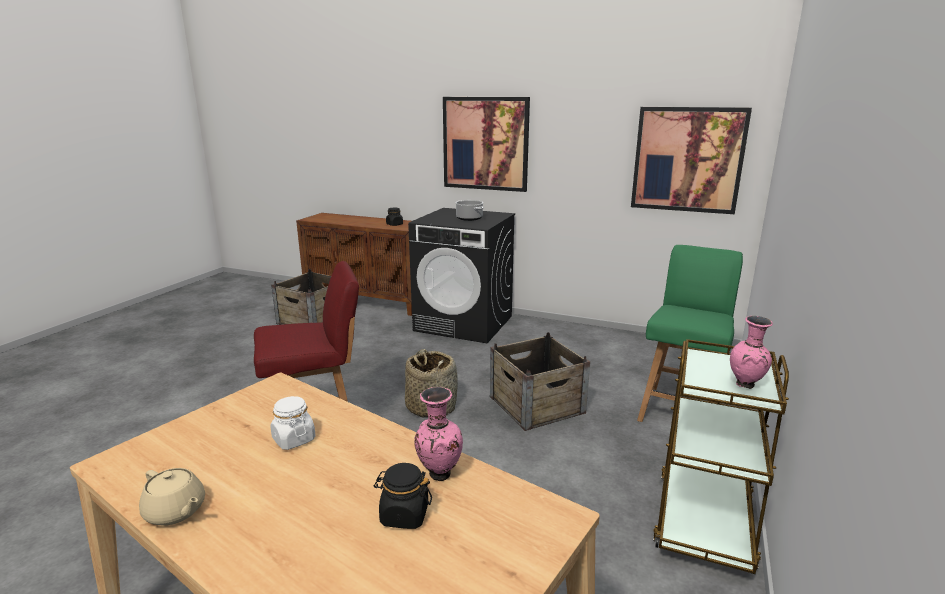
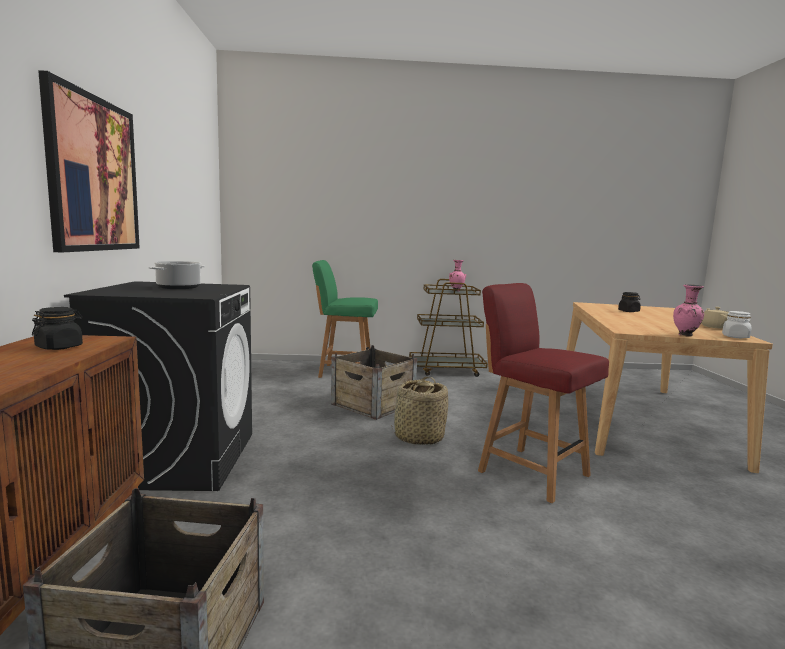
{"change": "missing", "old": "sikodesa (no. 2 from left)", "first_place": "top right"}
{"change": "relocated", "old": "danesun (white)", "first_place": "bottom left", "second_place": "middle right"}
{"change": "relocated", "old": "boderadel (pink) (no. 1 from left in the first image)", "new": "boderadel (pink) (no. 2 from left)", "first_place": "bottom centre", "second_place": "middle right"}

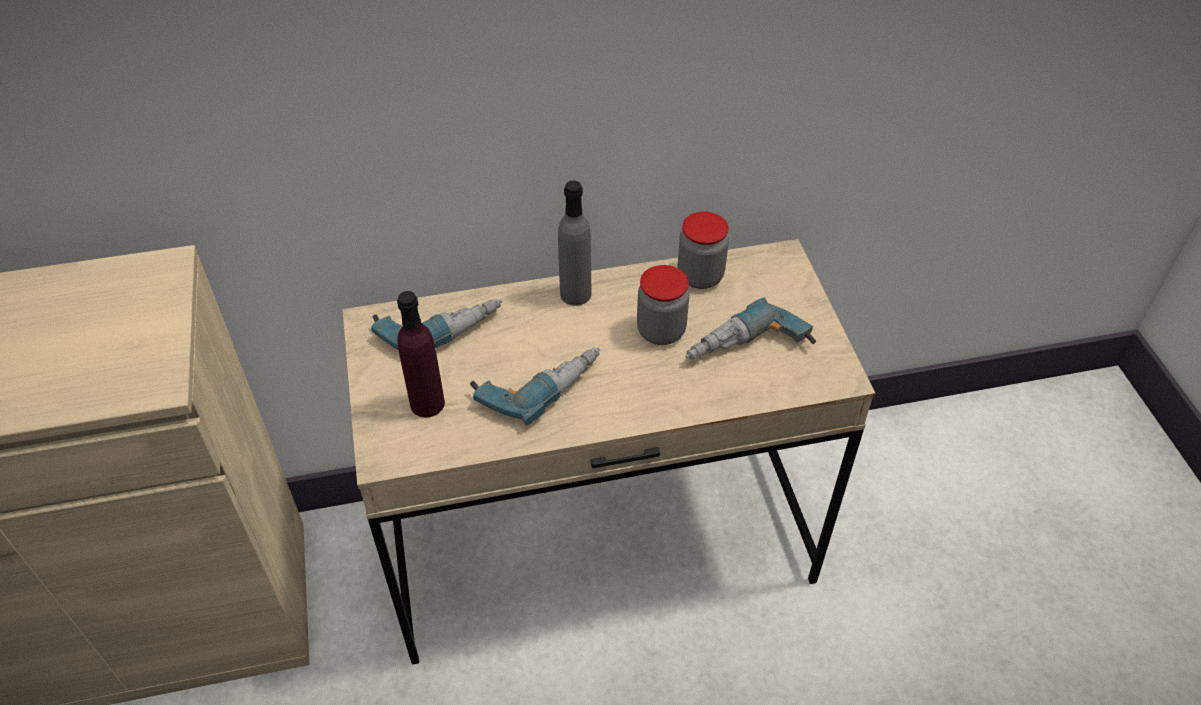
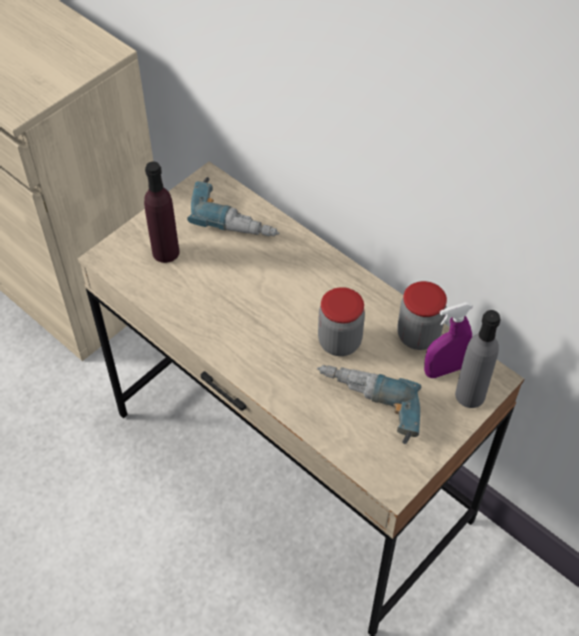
{"change": "missing", "old": "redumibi (no. 2 from left)", "first_place": "centre"}
{"change": "appeared", "new": "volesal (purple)", "second_place": "middle right"}
{"change": "relocated", "old": "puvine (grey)", "first_place": "centre", "second_place": "middle right"}

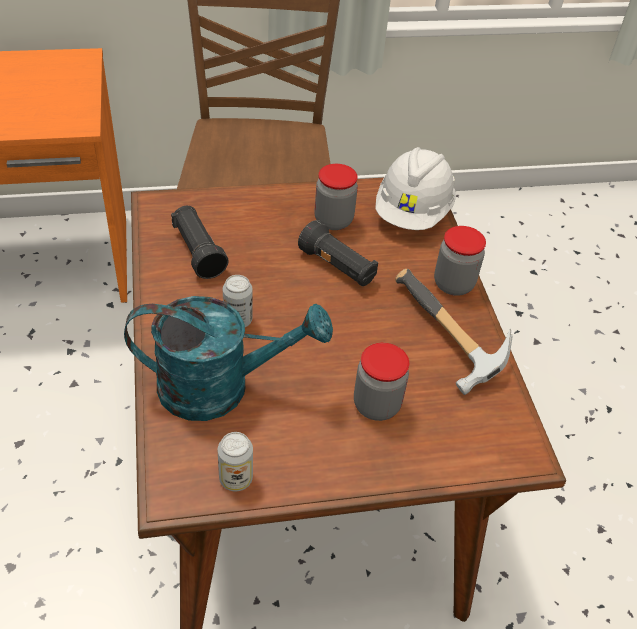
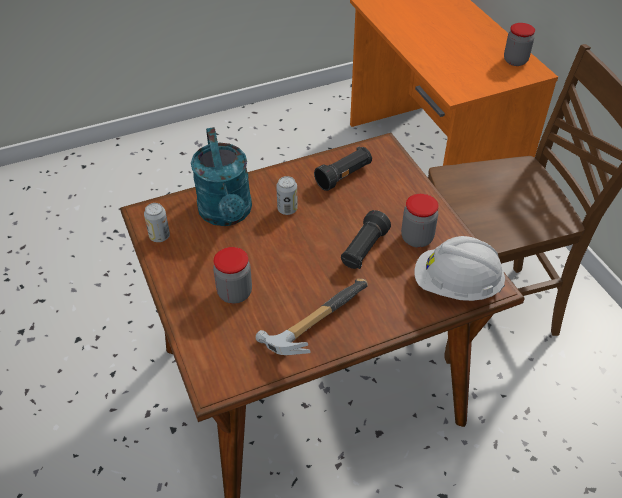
{"change": "relocated", "old": "danesun (no. 3 from left)", "first_place": "middle right", "second_place": "top right"}

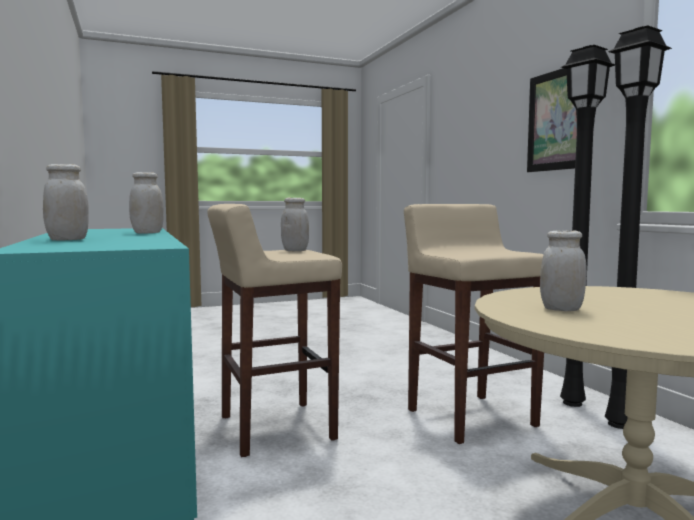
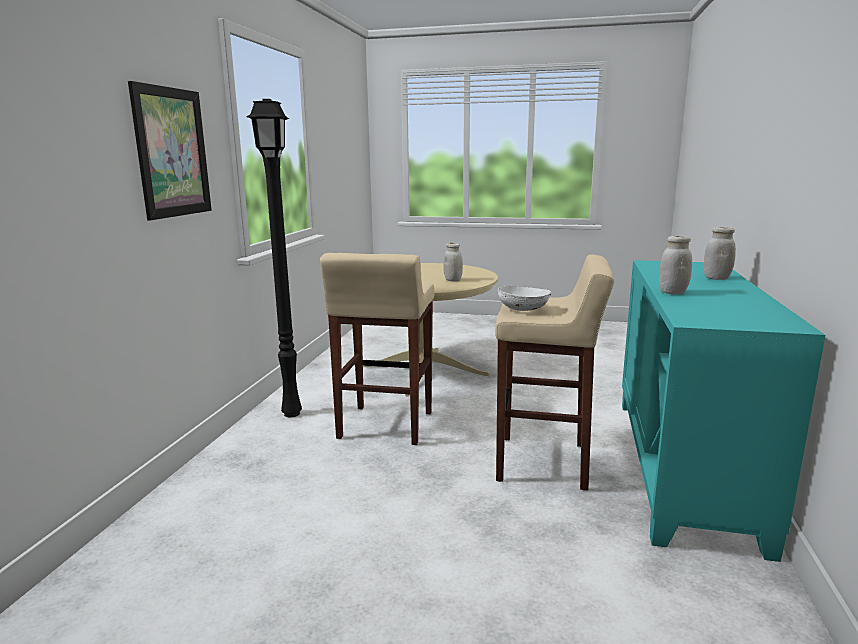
{"change": "missing", "old": "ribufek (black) (no. 2 from left)", "first_place": "middle right"}
{"change": "exchanged", "old": "danesun (white) (no. 3 from left)", "new": "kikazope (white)", "first_place": "centre", "second_place": "centre"}

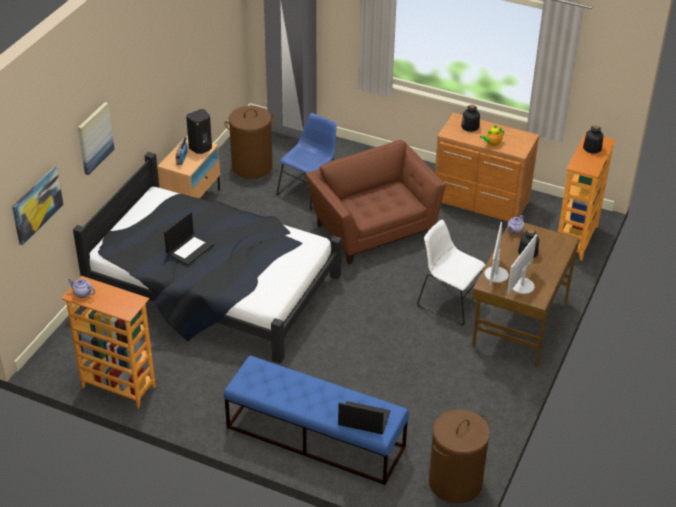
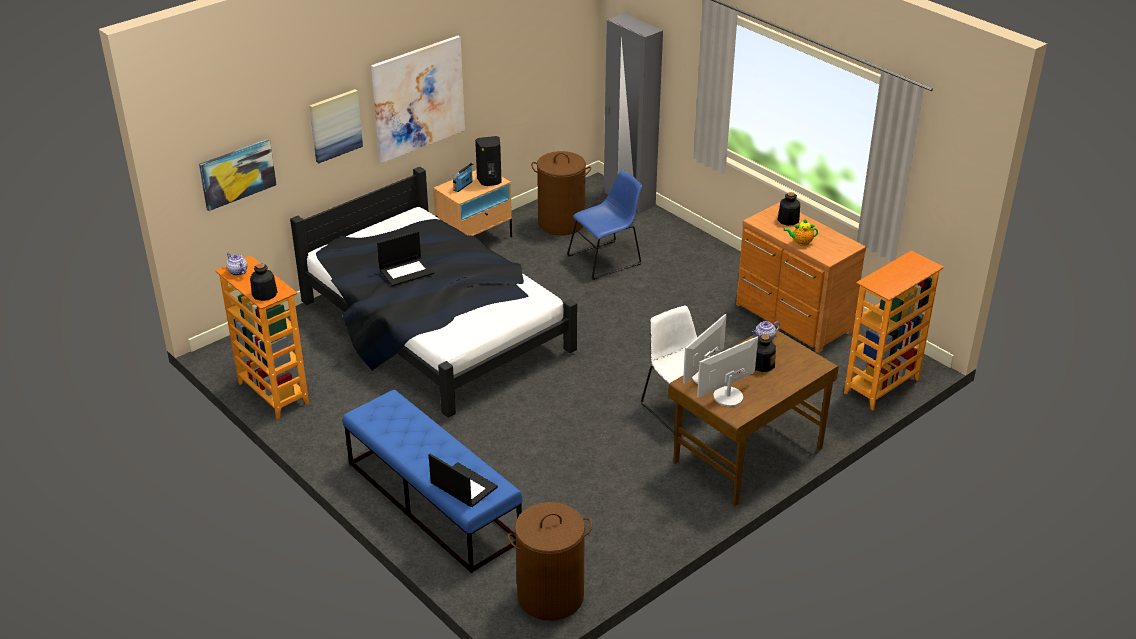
{"change": "missing", "old": "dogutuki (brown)", "first_place": "centre"}
{"change": "appeared", "new": "sikodesa (no. 3 from left)", "second_place": "top centre"}
{"change": "relocated", "old": "puvine (no. 3 from left in the first image)", "new": "puvine (no. 1 from left)", "first_place": "top right", "second_place": "middle left"}

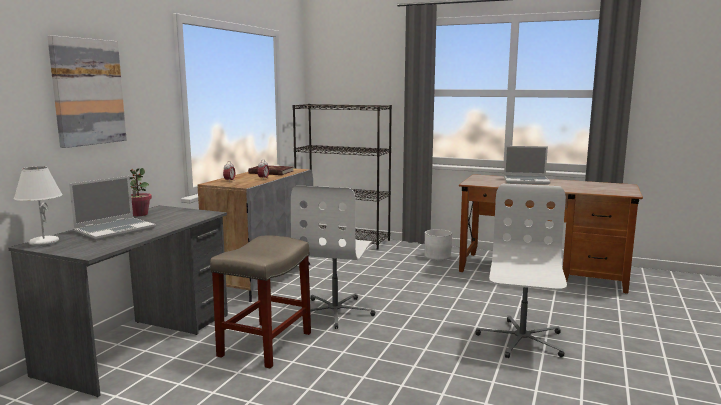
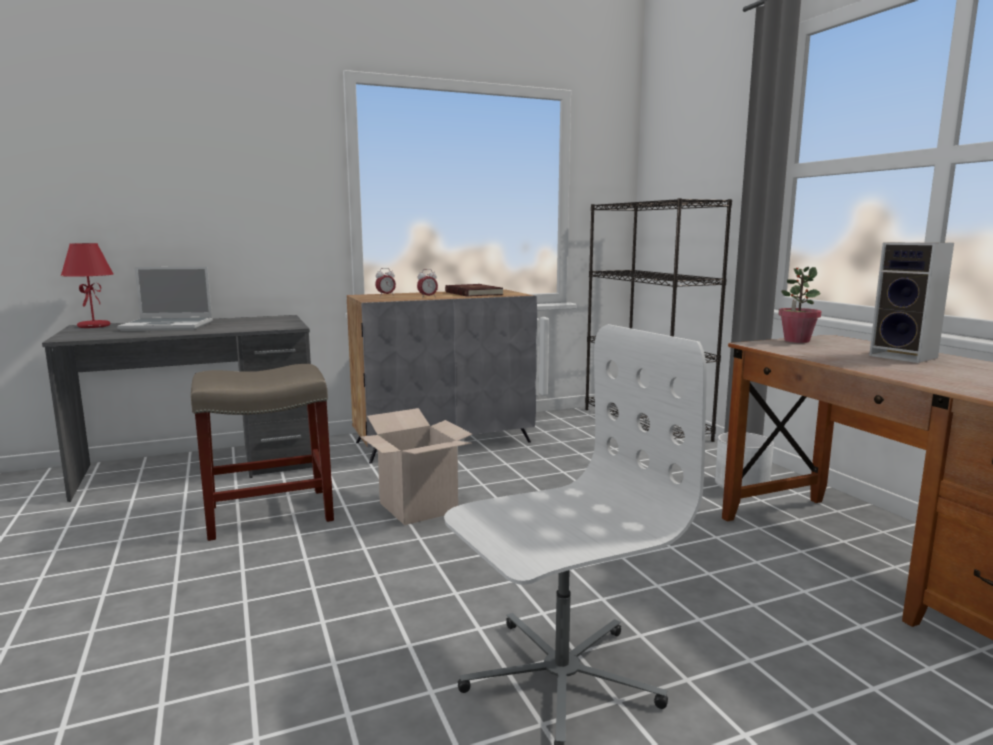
{"change": "missing", "old": "sikodesa", "first_place": "top left"}
{"change": "relocated", "old": "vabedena", "first_place": "middle left", "second_place": "middle right"}
{"change": "exchanged", "old": "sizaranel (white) (no. 1 from left)", "new": "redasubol", "first_place": "centre", "second_place": "centre"}
{"change": "exchanged", "old": "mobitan (no. 2 from left)", "new": "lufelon", "first_place": "middle right", "second_place": "middle right"}
{"change": "colour", "old": "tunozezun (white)", "new": "tunozezun (red)", "first_place": "middle left", "second_place": "middle left"}

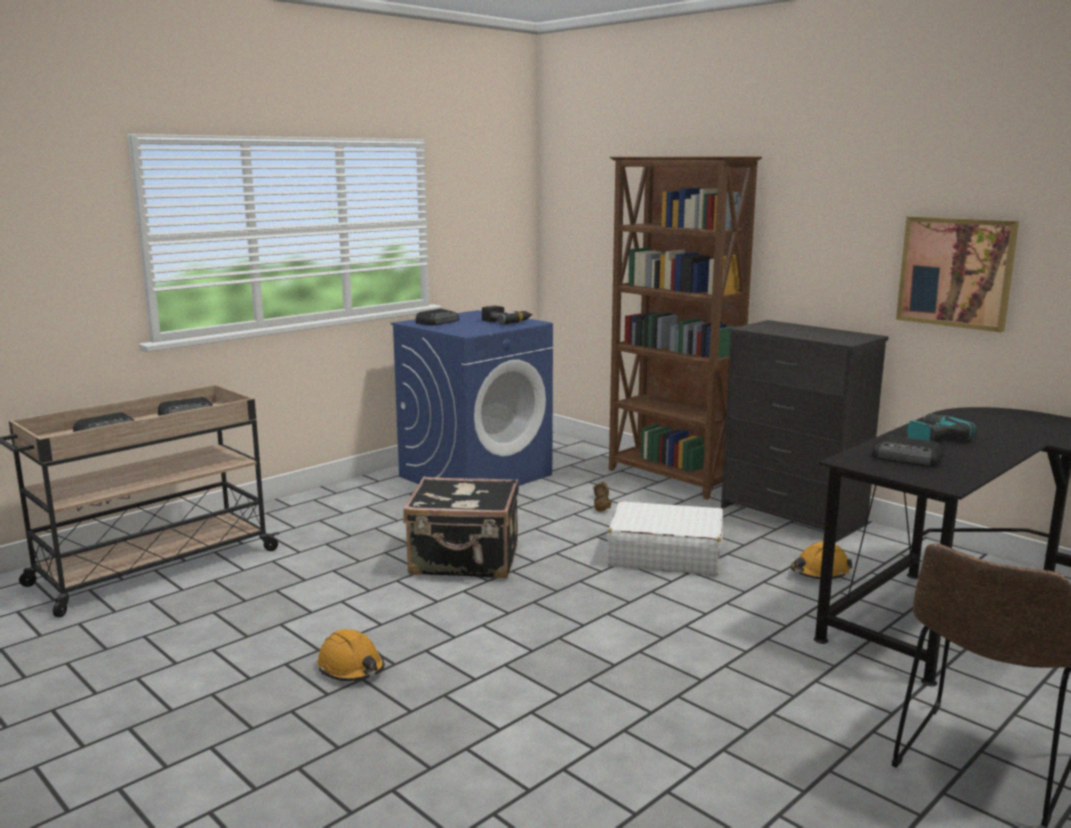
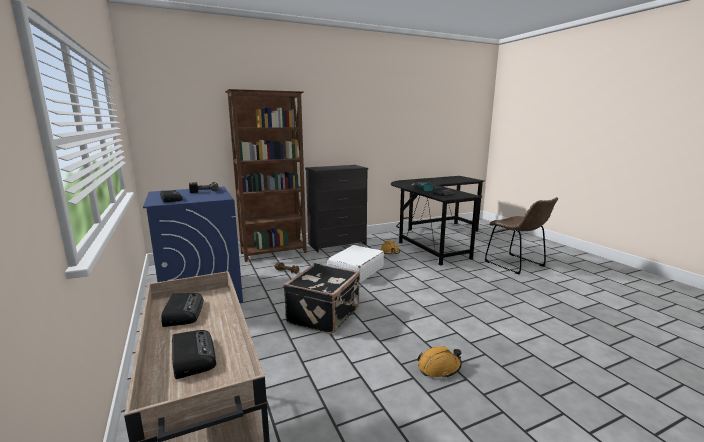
{"change": "missing", "old": "sikodesa", "first_place": "top right"}

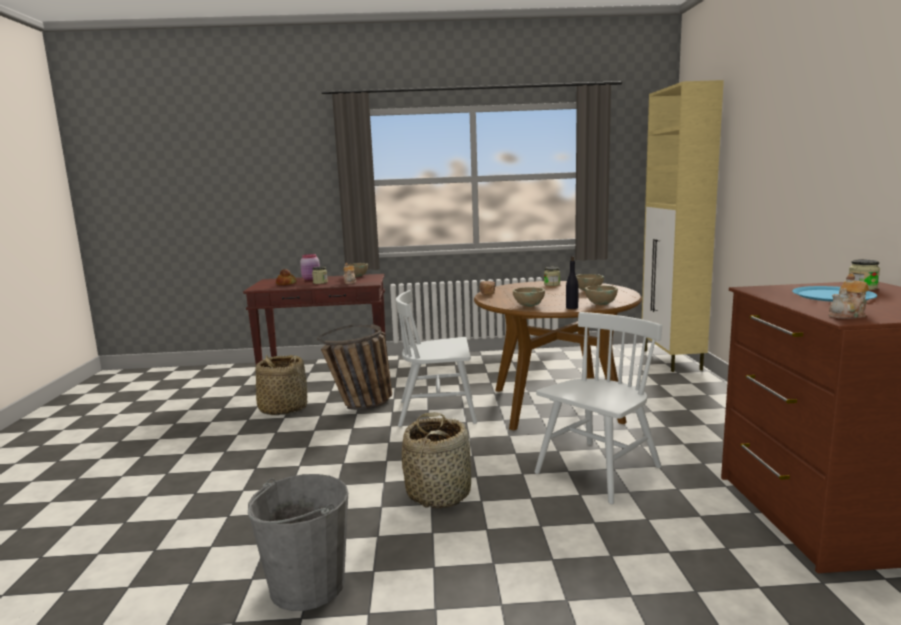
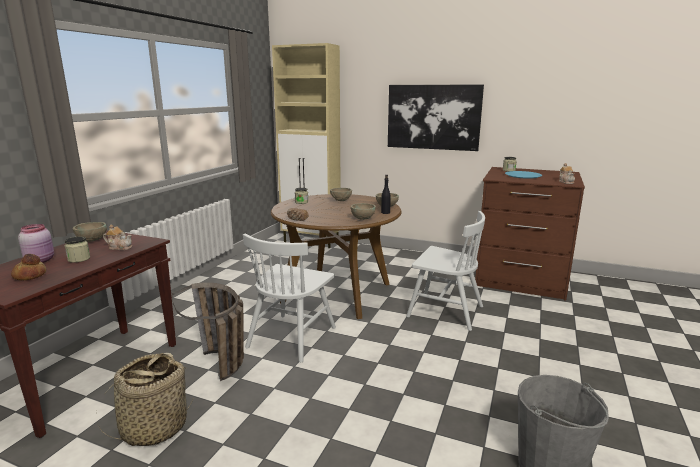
{"change": "missing", "old": "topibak (no. 3 from left)", "first_place": "bottom centre"}
{"change": "appeared", "new": "sikodesa", "second_place": "top centre"}
{"change": "spun", "old": "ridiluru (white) (no. 2 from left)", "first_place": "centre", "second_place": "centre", "degrees": 135}

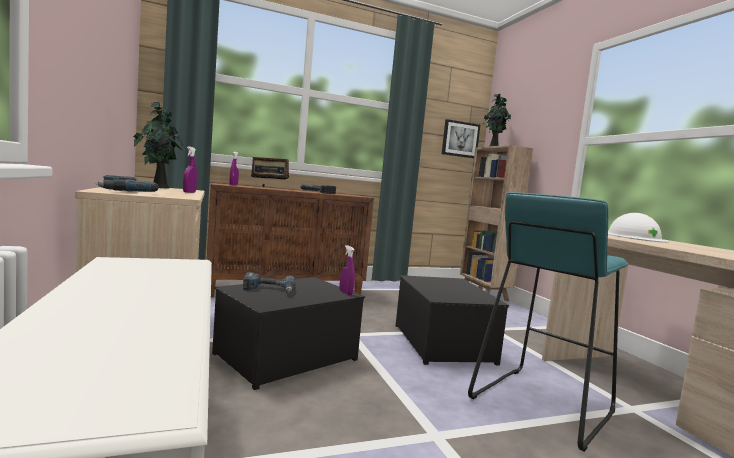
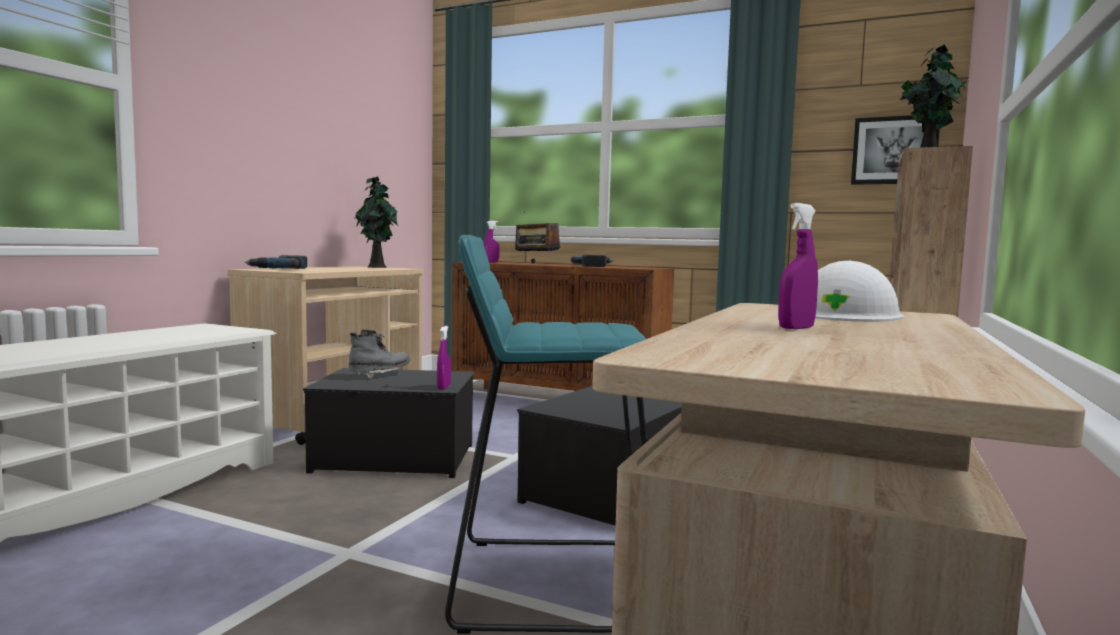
{"change": "relocated", "old": "volesal (purple) (no. 1 from left in the first image)", "new": "volesal (purple) (no. 3 from left)", "first_place": "middle left", "second_place": "middle right"}
{"change": "exchanged", "old": "redumibi (no. 2 from left)", "new": "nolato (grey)", "first_place": "centre", "second_place": "centre"}

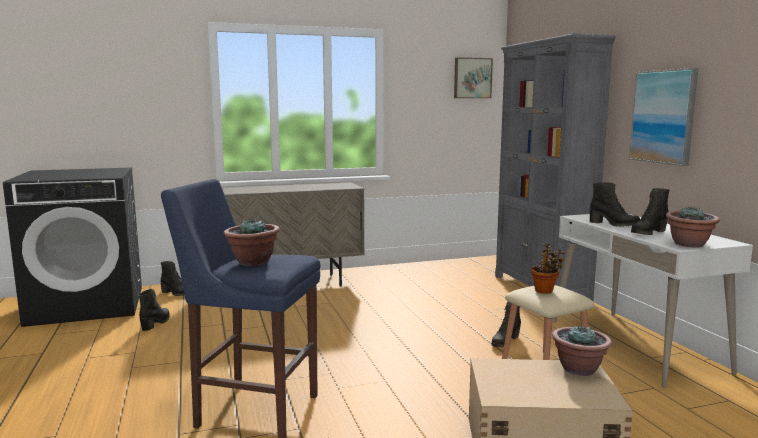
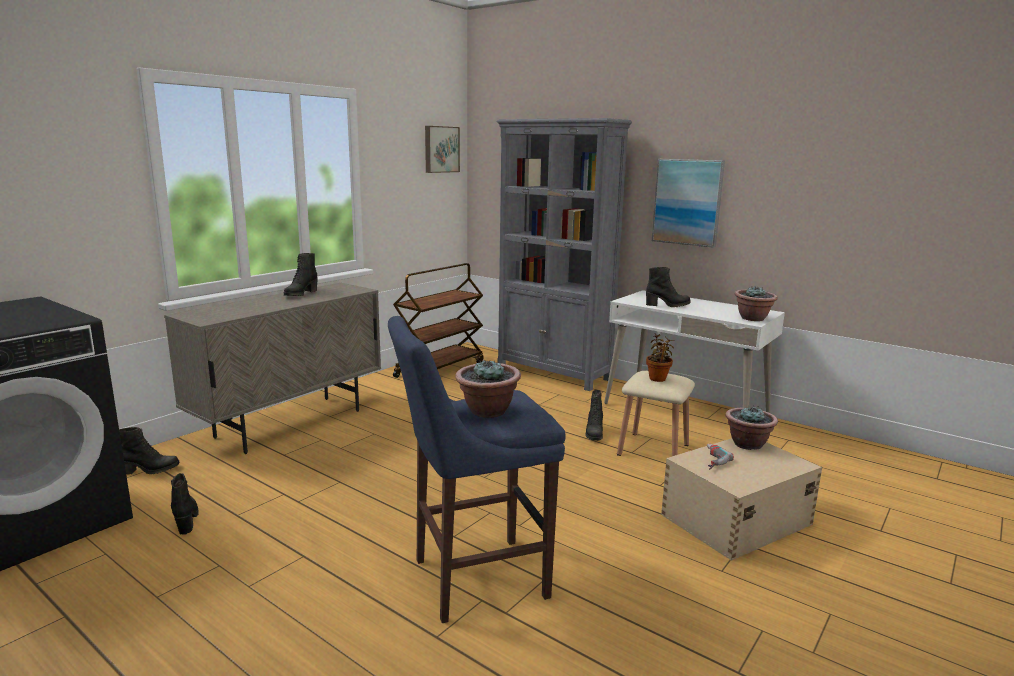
{"change": "appeared", "new": "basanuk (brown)", "second_place": "centre"}
{"change": "appeared", "new": "redumibi", "second_place": "bottom right"}
{"change": "relocated", "old": "nolato (black) (no. 5 from left in the first image)", "new": "nolato (black) (no. 3 from left)", "first_place": "middle right", "second_place": "middle left"}

